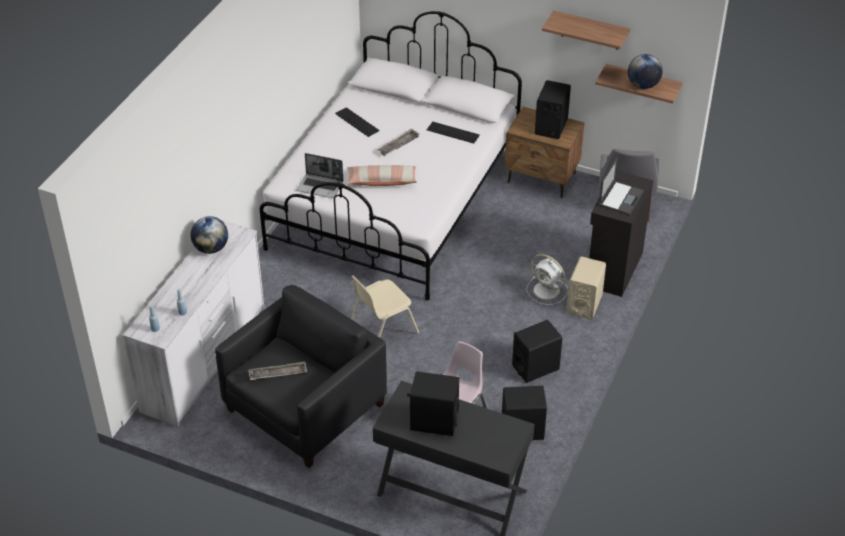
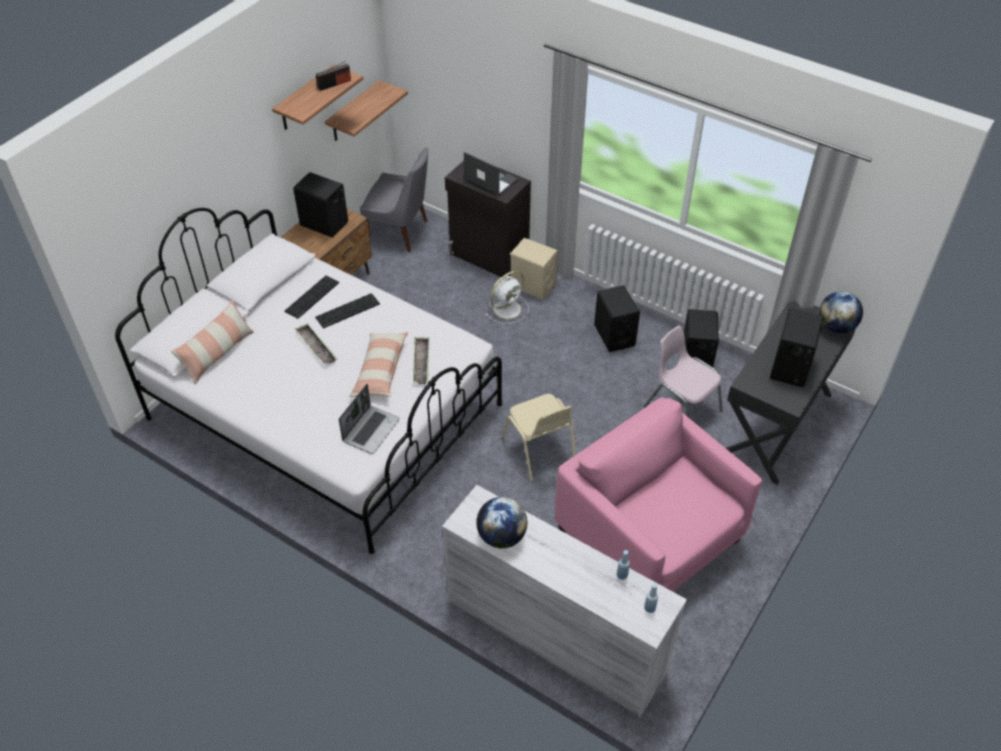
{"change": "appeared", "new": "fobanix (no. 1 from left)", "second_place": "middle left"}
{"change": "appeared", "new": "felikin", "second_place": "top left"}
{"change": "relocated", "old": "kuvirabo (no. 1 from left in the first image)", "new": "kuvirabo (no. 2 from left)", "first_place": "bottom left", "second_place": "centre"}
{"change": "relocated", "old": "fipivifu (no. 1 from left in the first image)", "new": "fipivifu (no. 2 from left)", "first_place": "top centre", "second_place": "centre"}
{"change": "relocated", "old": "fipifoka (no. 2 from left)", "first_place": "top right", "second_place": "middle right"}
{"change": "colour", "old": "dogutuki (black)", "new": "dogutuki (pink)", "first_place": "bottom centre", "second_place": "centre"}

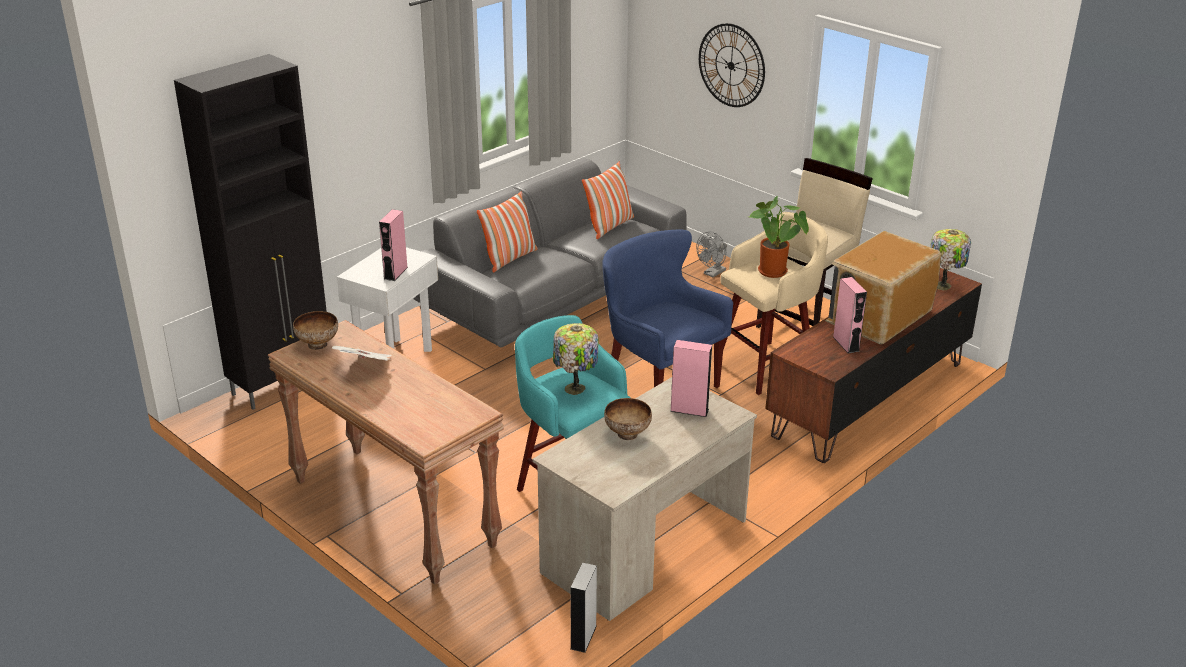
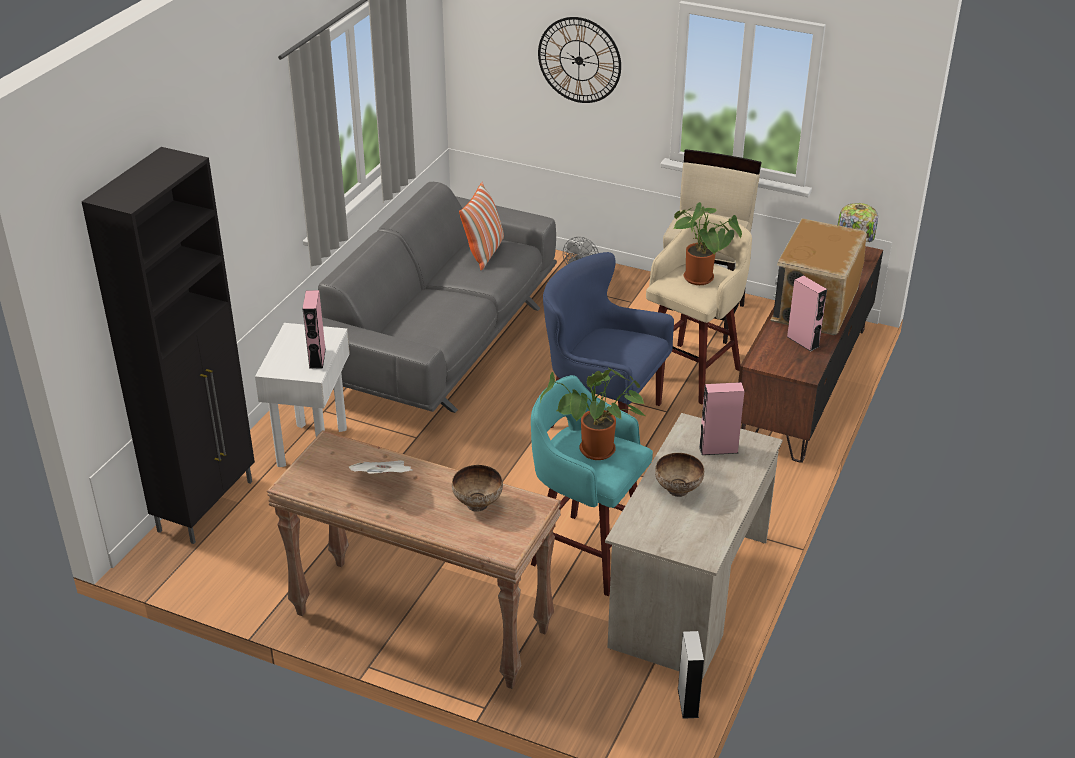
{"change": "missing", "old": "fobanix (no. 1 from left)", "first_place": "centre"}
{"change": "relocated", "old": "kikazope (no. 1 from left)", "first_place": "middle left", "second_place": "centre"}
{"change": "exchanged", "old": "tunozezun (no. 1 from left)", "new": "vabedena (no. 1 from left)", "first_place": "centre", "second_place": "centre"}

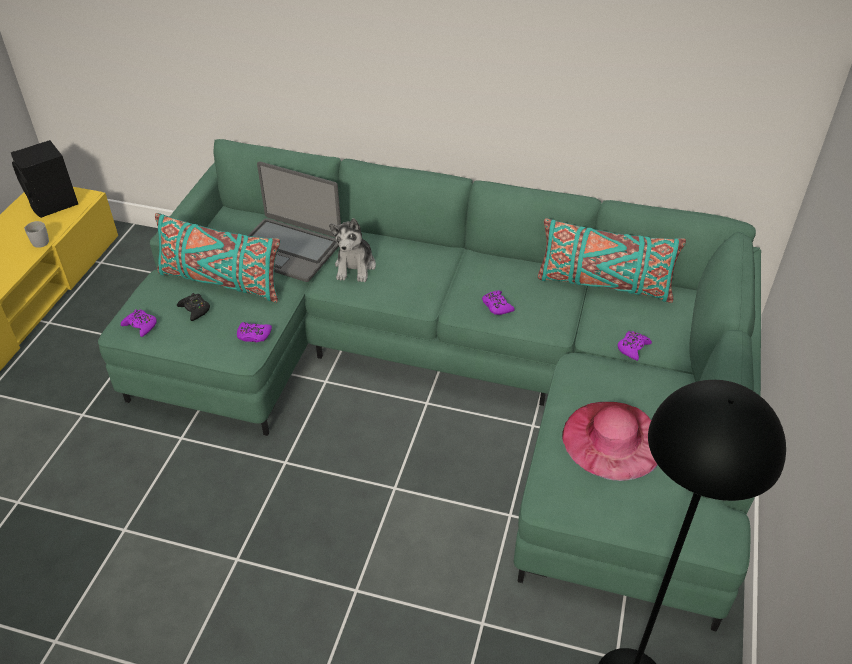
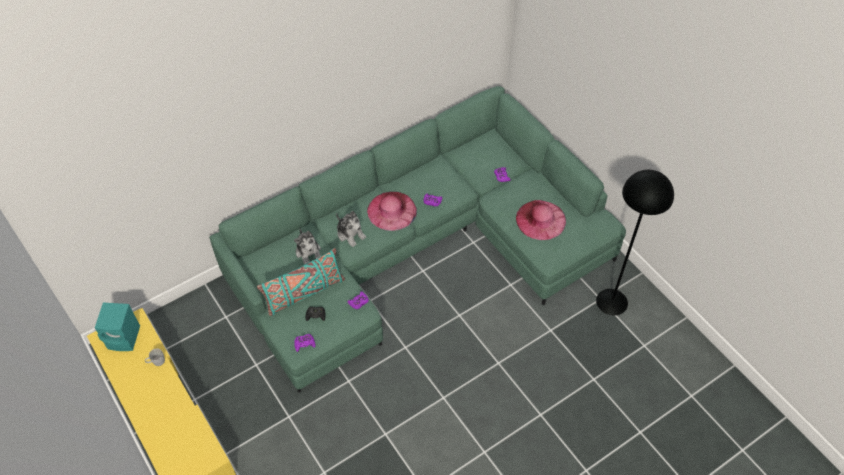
{"change": "missing", "old": "fobanix (turquoise) (no. 2 from left)", "first_place": "middle right"}
{"change": "appeared", "new": "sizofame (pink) (no. 1 from left)", "second_place": "centre"}
{"change": "exchanged", "old": "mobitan", "new": "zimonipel (no. 1 from left)", "first_place": "top centre", "second_place": "centre"}
{"change": "colour", "old": "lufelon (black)", "new": "lufelon (turquoise)", "first_place": "top left", "second_place": "bottom left"}

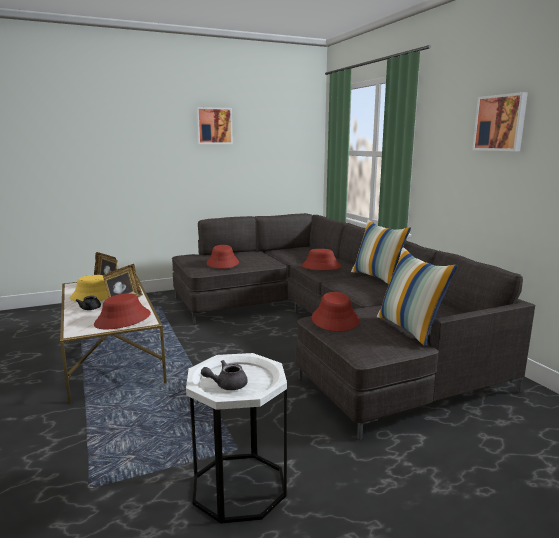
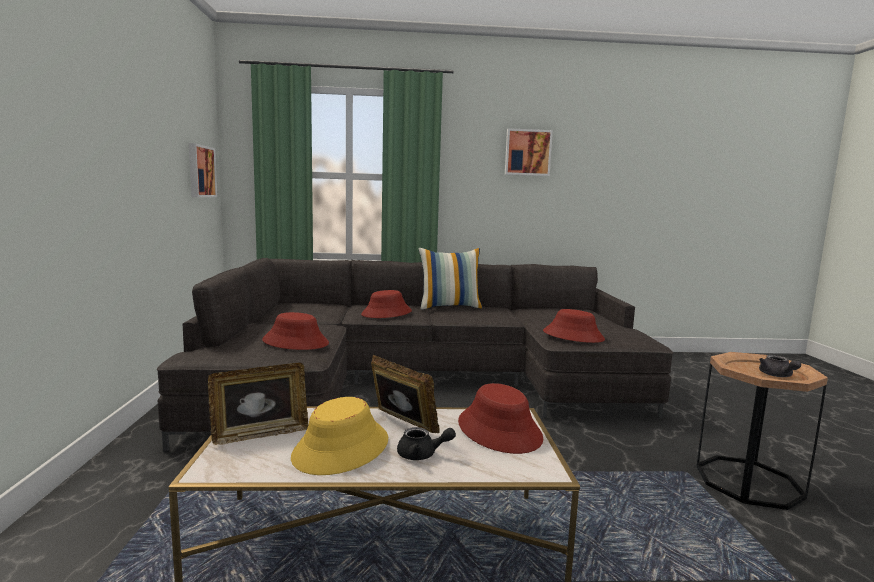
{"change": "missing", "old": "fobanix (no. 2 from left)", "first_place": "middle right"}
{"change": "relocated", "old": "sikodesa (no. 1 from left)", "first_place": "top centre", "second_place": "top left"}
{"change": "colour", "old": "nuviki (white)", "new": "nuviki (brown)", "first_place": "bottom centre", "second_place": "bottom right"}

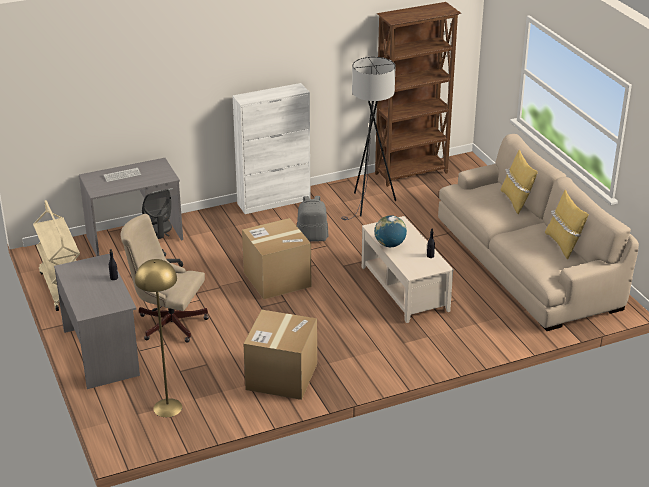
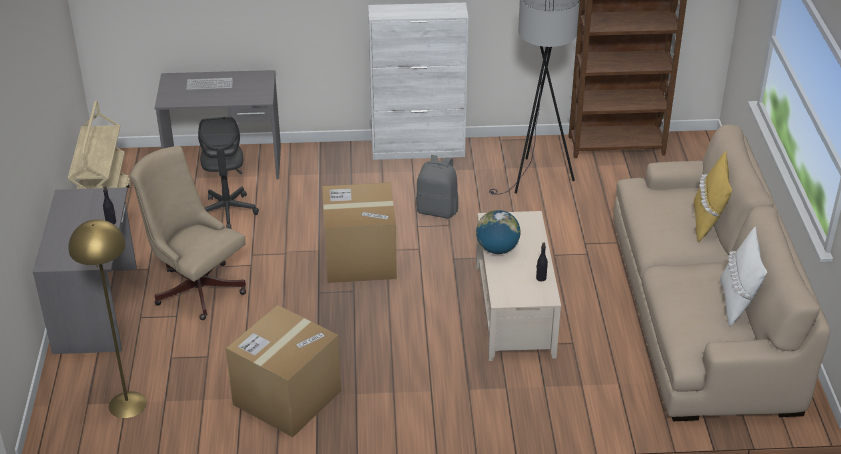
{"change": "colour", "old": "fobanix (yellow) (no. 2 from left)", "new": "fobanix (white)", "first_place": "middle right", "second_place": "middle right"}

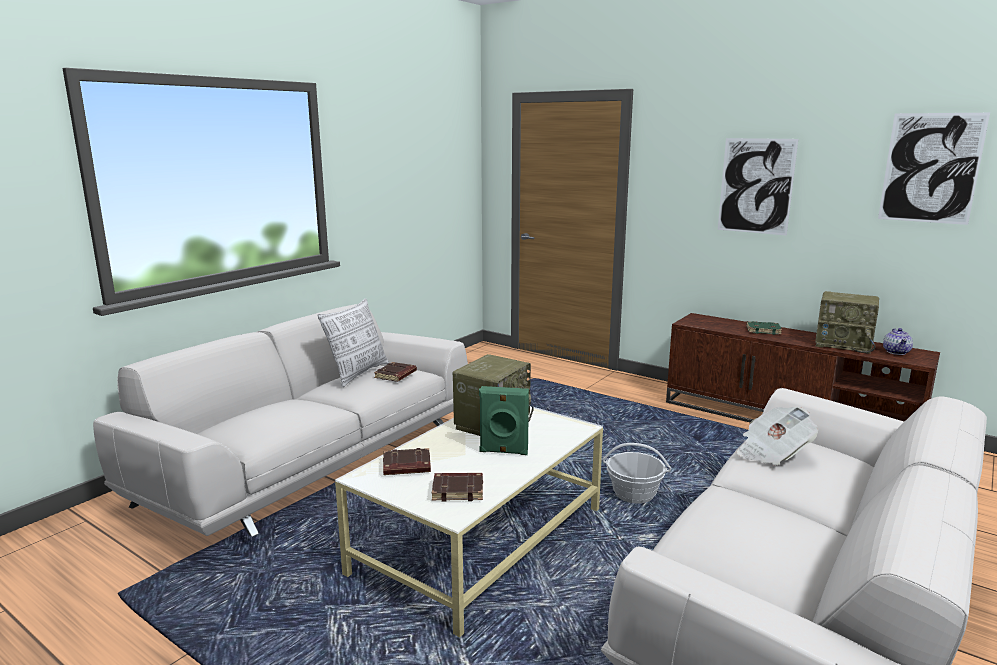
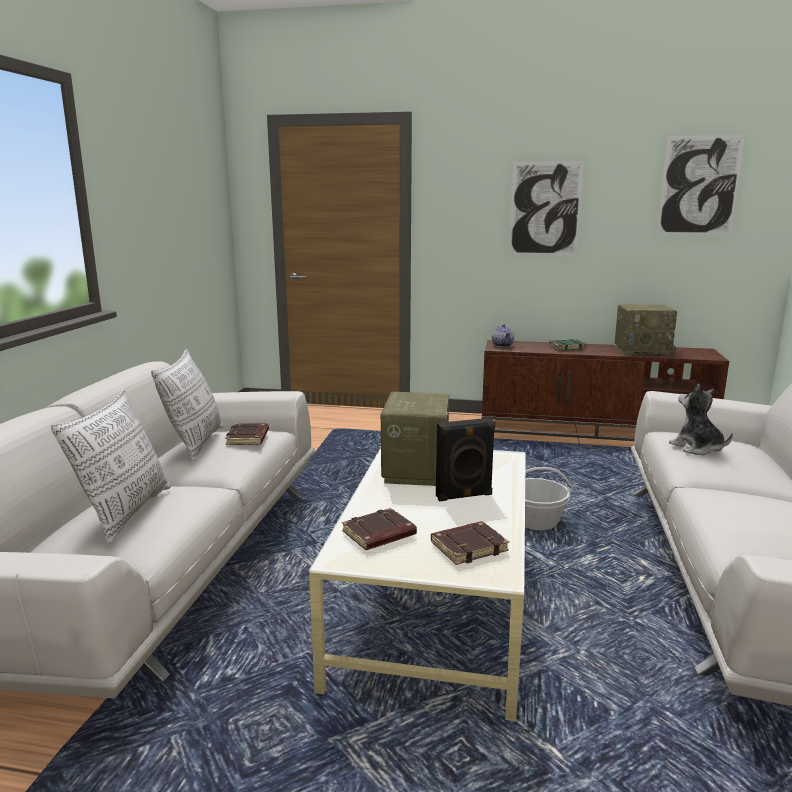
{"change": "appeared", "new": "fobanix (no. 1 from left)", "second_place": "middle left"}
{"change": "relocated", "old": "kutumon", "first_place": "middle right", "second_place": "centre"}
{"change": "exchanged", "old": "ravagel", "new": "zimonipel", "first_place": "middle right", "second_place": "middle right"}
{"change": "colour", "old": "lufelon (green)", "new": "lufelon (black)", "first_place": "centre", "second_place": "centre"}

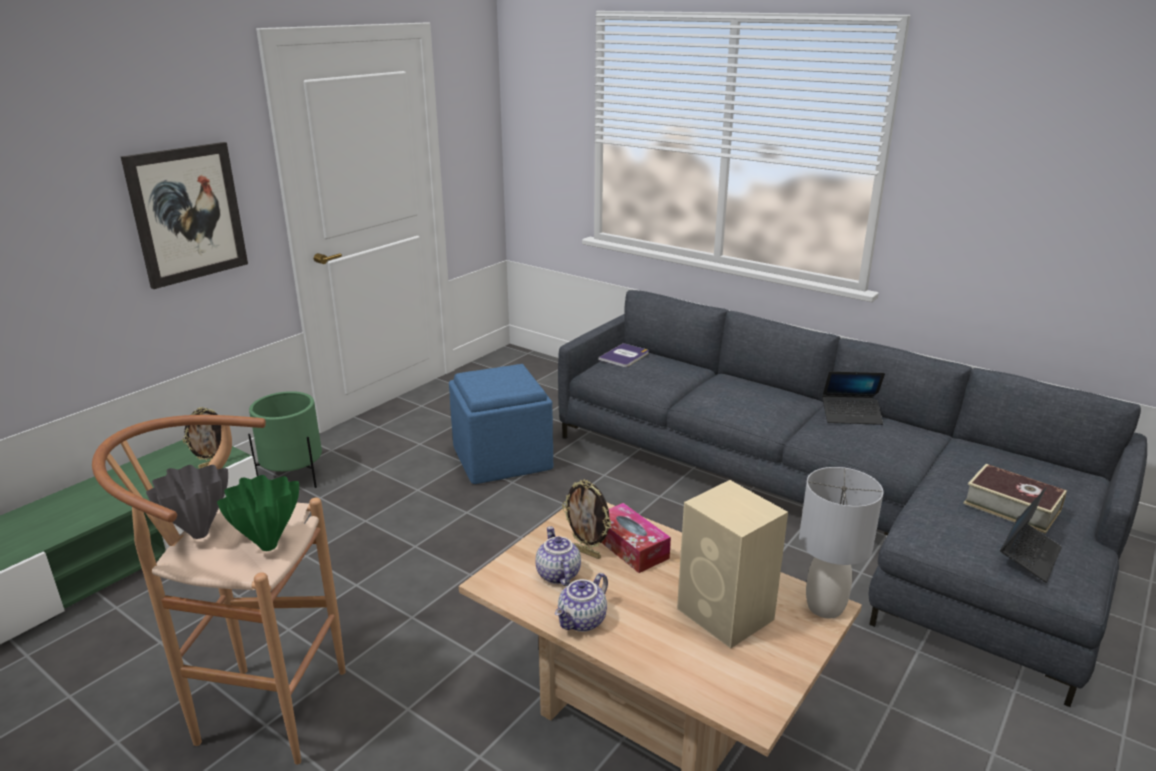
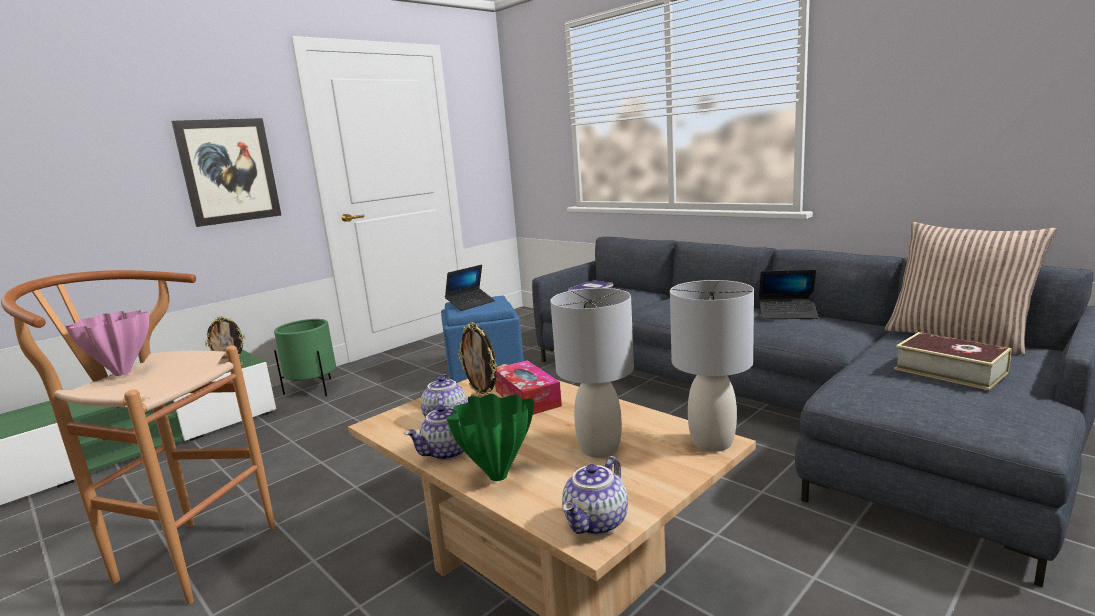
{"change": "appeared", "new": "kutumon (no. 3 from left)", "second_place": "bottom centre"}
{"change": "appeared", "new": "fobanix", "second_place": "middle right"}
{"change": "relocated", "old": "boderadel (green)", "first_place": "middle left", "second_place": "bottom centre"}
{"change": "relocated", "old": "mobitan (no. 2 from left in the first image)", "new": "mobitan (no. 1 from left)", "first_place": "bottom right", "second_place": "centre"}
{"change": "exchanged", "old": "lufelon (beige)", "new": "tunozezun (grey) (no. 1 from left)", "first_place": "bottom centre", "second_place": "centre"}
{"change": "colour", "old": "boderadel (grey)", "new": "boderadel (pink)", "first_place": "middle left", "second_place": "middle left"}

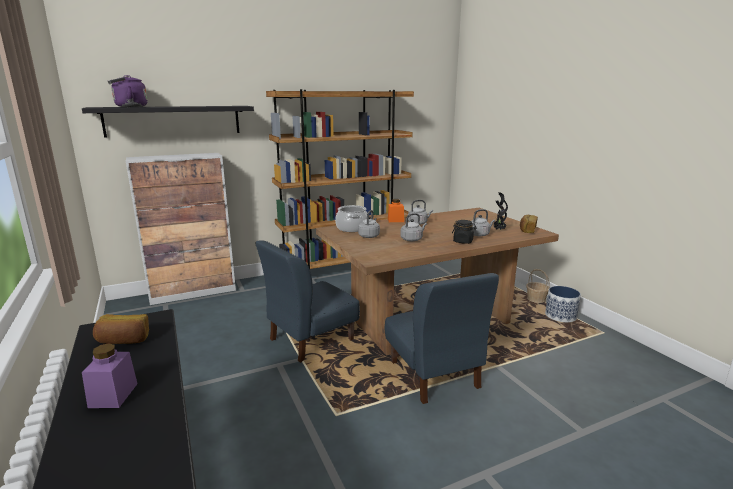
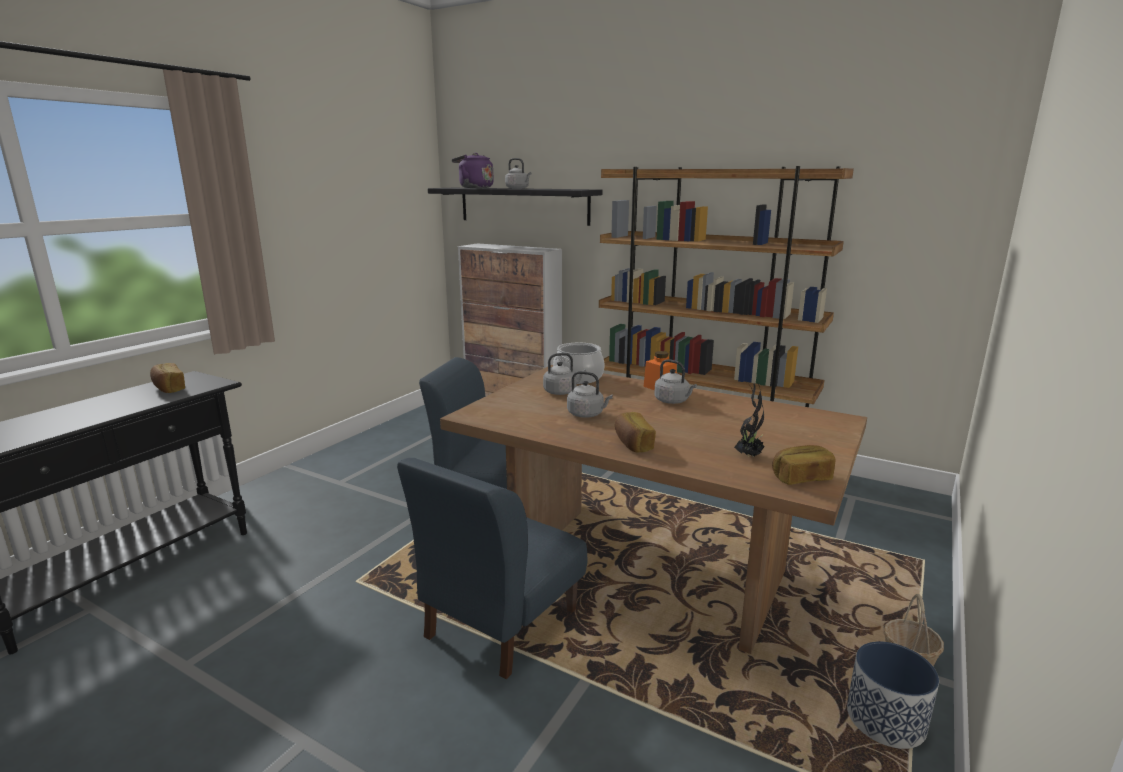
{"change": "missing", "old": "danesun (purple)", "first_place": "bottom left"}
{"change": "relocated", "old": "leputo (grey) (no. 4 from left in the first image)", "new": "leputo (grey) (no. 1 from left)", "first_place": "centre", "second_place": "top centre"}
{"change": "exchanged", "old": "danesun (black)", "new": "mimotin (no. 2 from left)", "first_place": "centre", "second_place": "centre"}

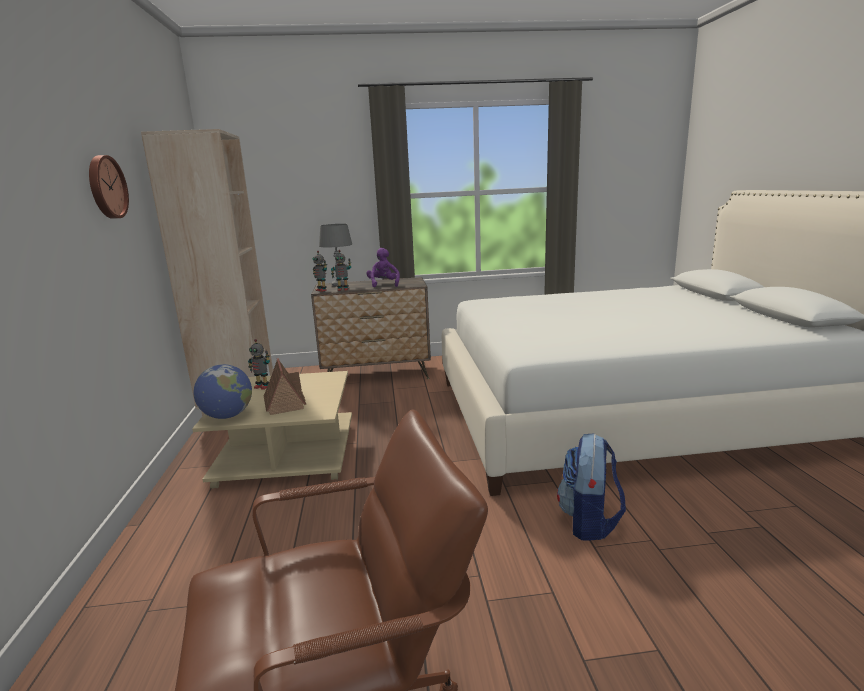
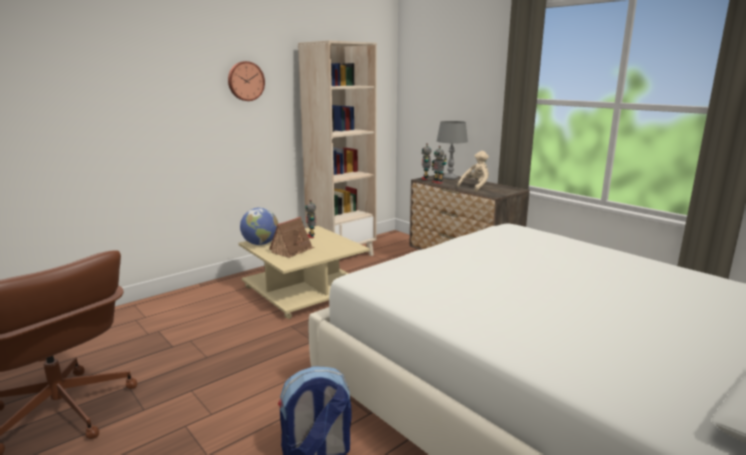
{"change": "colour", "old": "zimonipel (purple)", "new": "zimonipel (beige)", "first_place": "centre", "second_place": "centre"}

